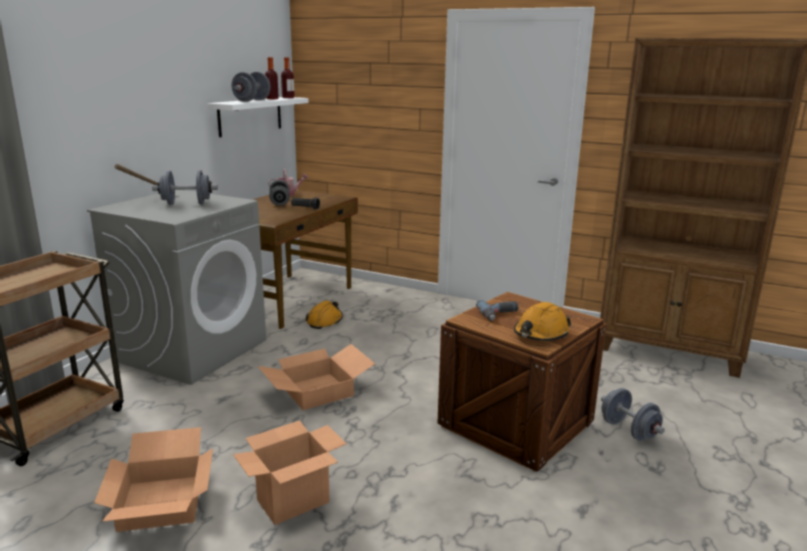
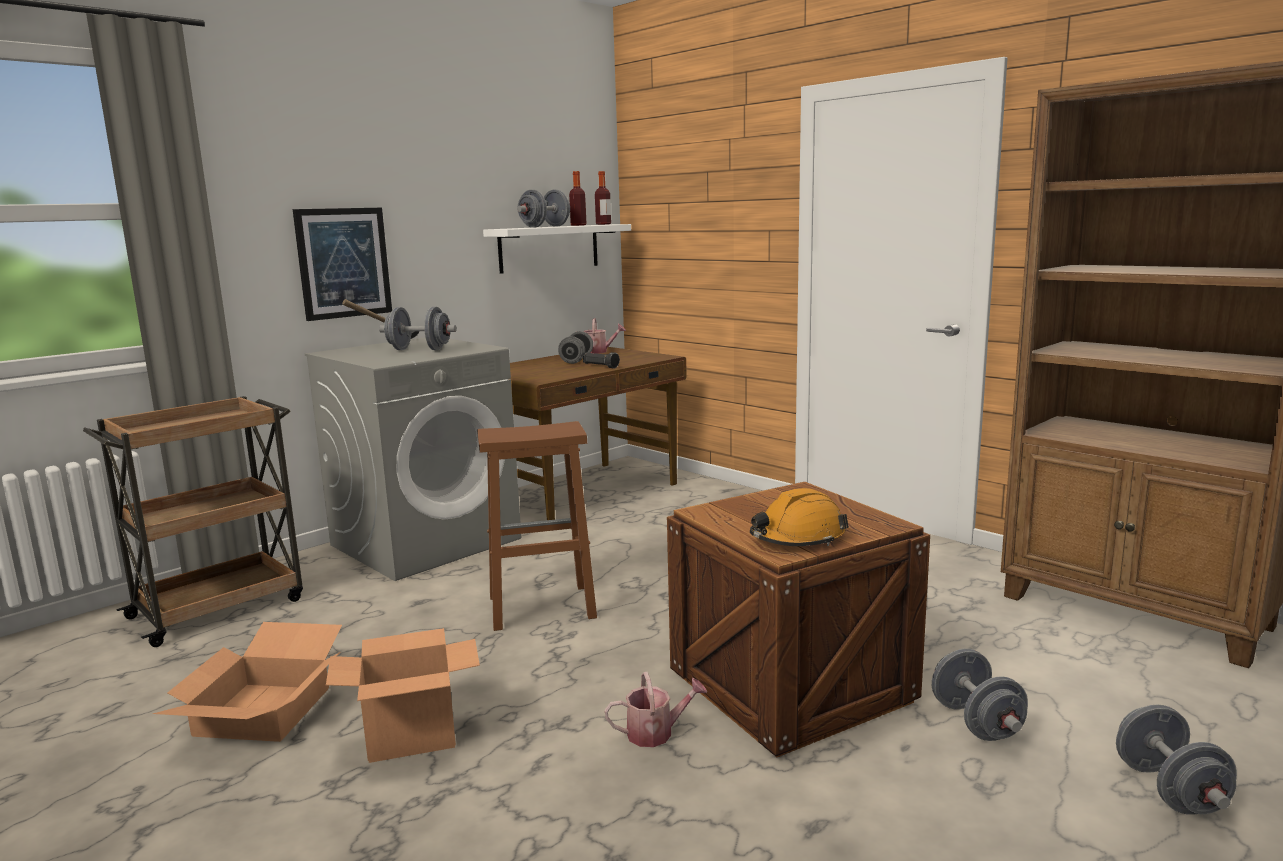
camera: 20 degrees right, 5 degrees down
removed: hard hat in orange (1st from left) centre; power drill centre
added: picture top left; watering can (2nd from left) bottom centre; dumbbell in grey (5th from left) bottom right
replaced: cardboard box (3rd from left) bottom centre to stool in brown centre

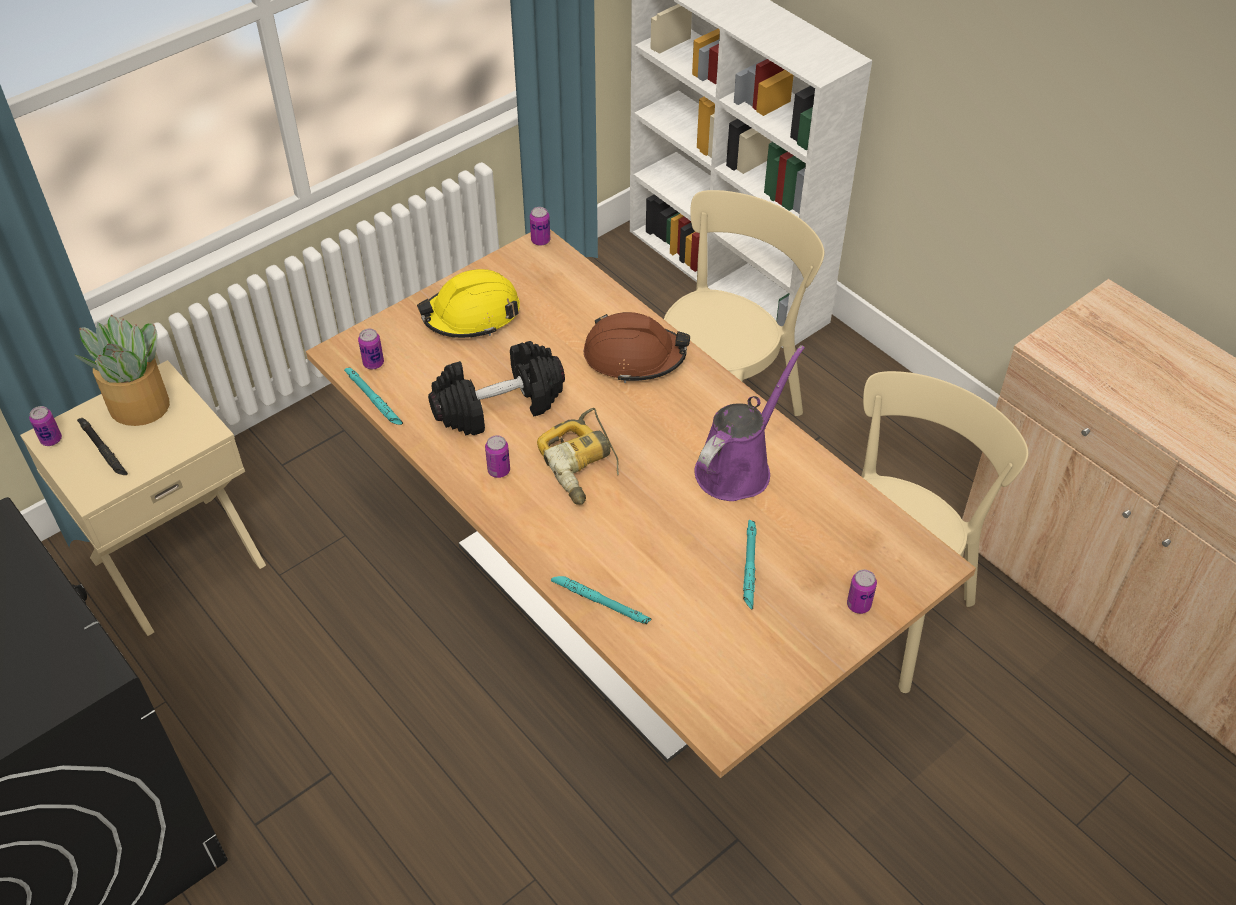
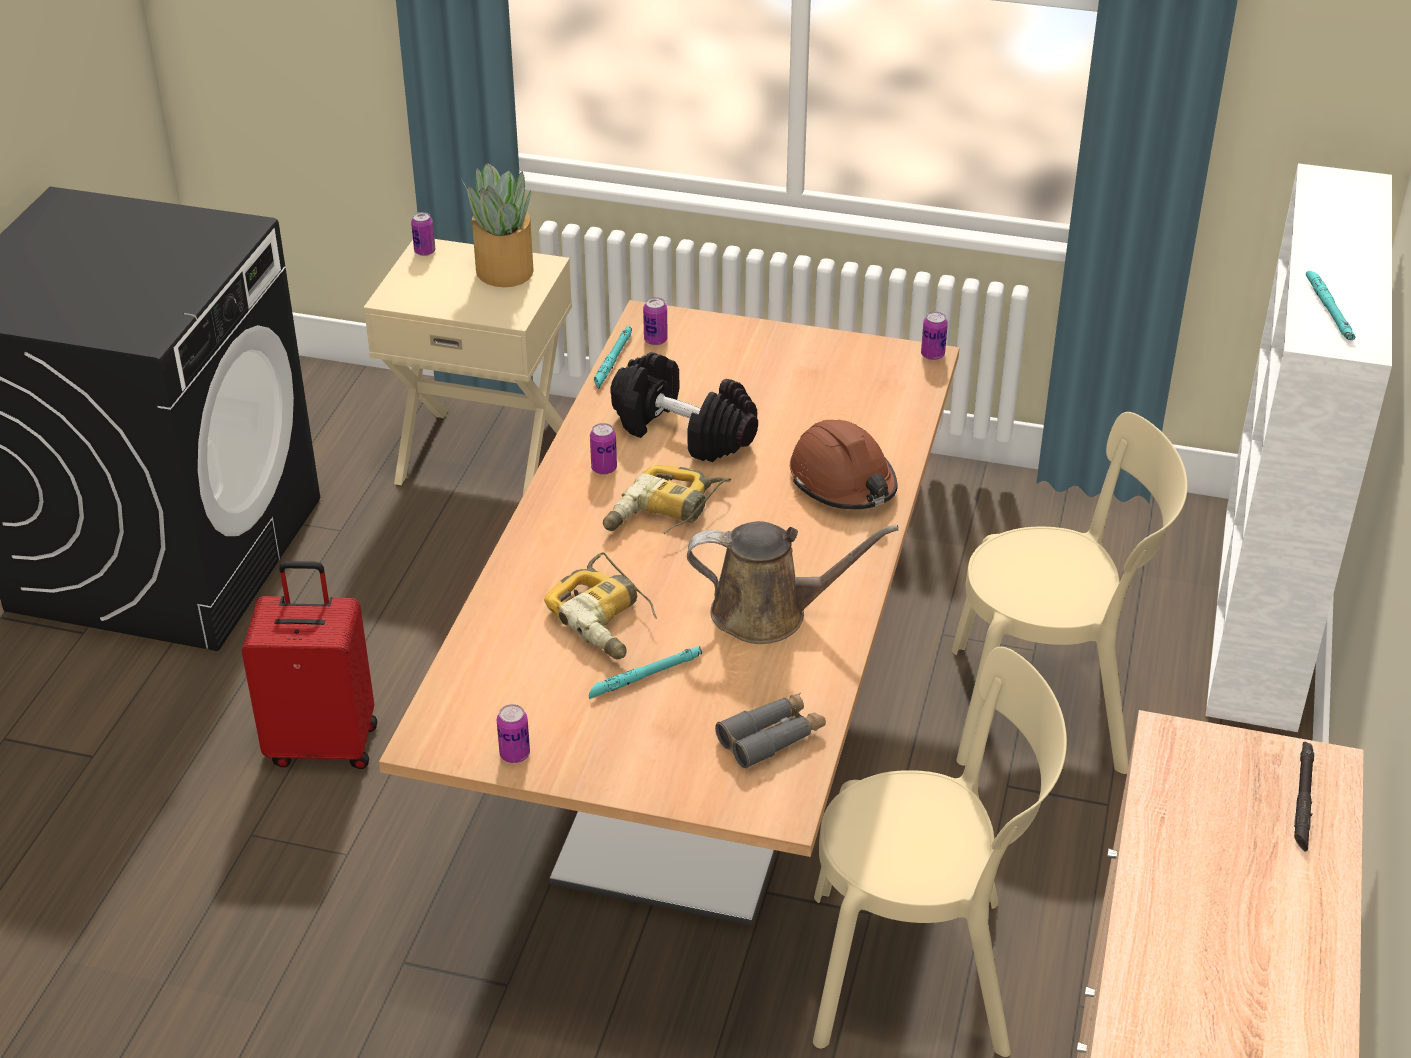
camera: 55 degrees right, 10 degrees down
removed: hard hat in yellow centre
added: suitcase in red middle left; power drill (1st from left) centre; binoculars in grey bottom centre
moved: can (5th from left in the first image) middle right to can (2nd from left) bottom centre; flashlight in black middle left to bottom right; flashlight in turquoise (2nd from left in the first image) centre to flashlight in turquoise (3rd from left) top right
recoloured: watering can in purple centre to watering can in brown centre

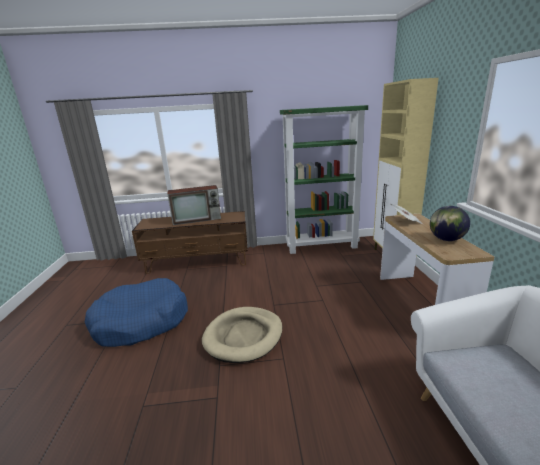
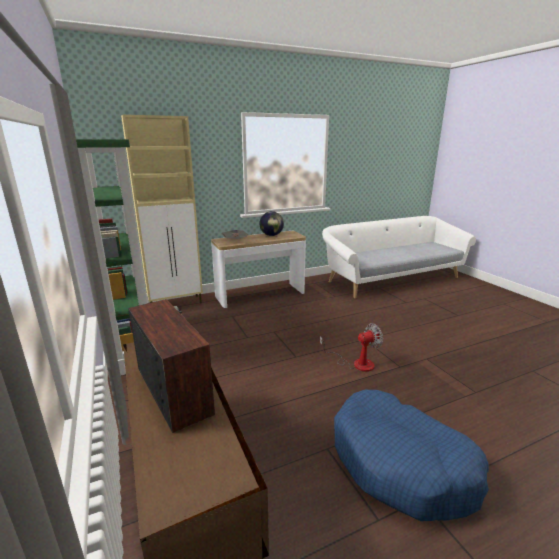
camera: 110 degrees left, 0 degrees up
replaced: dog bed in beige bottom centre to fan centre

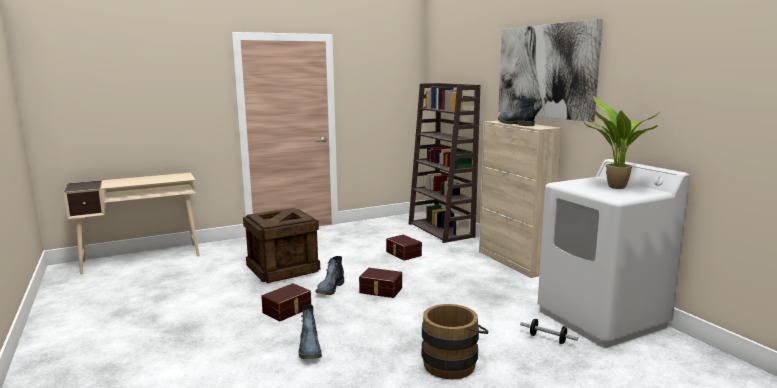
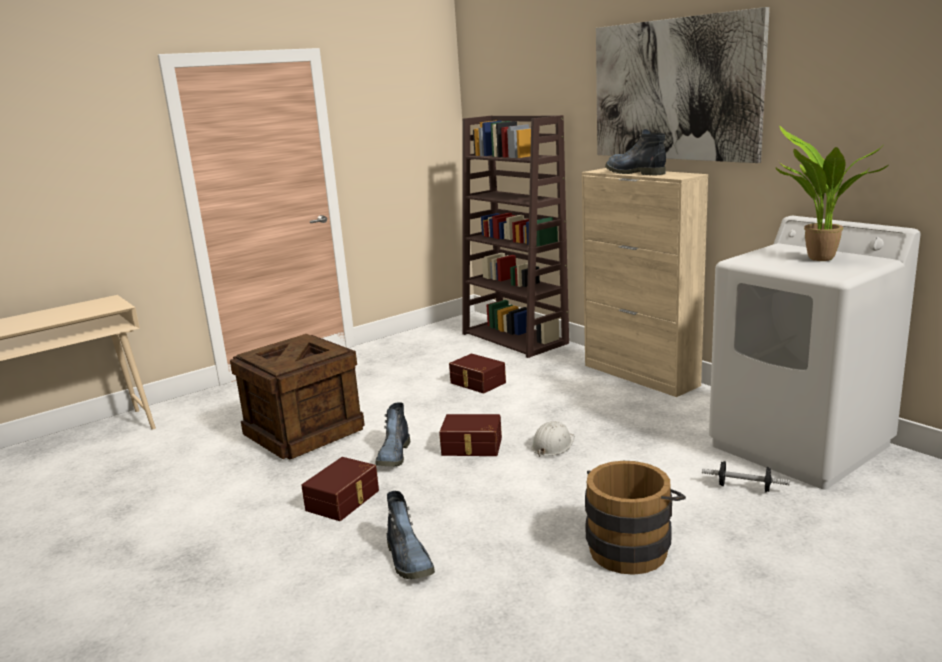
camera: 10 degrees left, 5 degrees up
added: hard hat in white centre

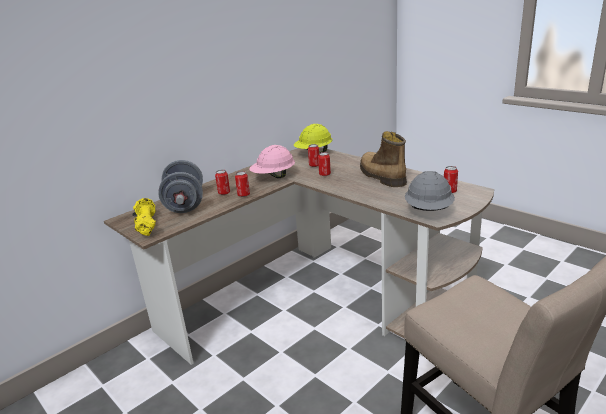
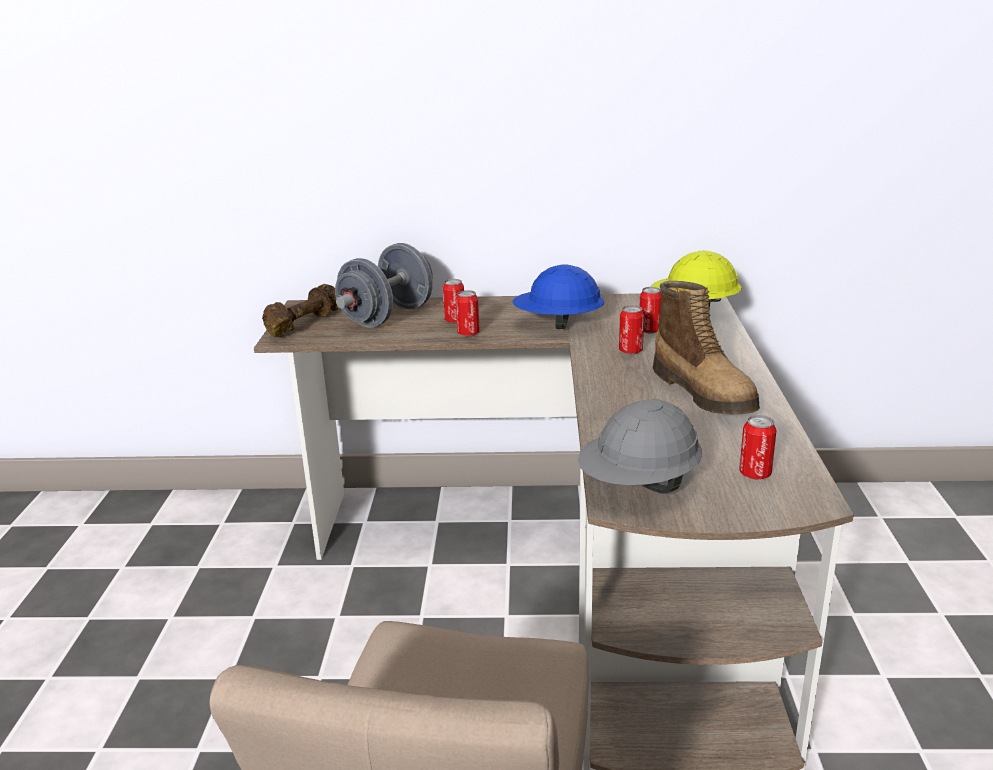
camera: 45 degrees right, 0 degrees up
recoloured: dumbbell in yellow middle left to dumbbell in brown middle left; hard hat in pink centre to hard hat in blue centre
turned: boot centre = middle right 135 degrees clockwise

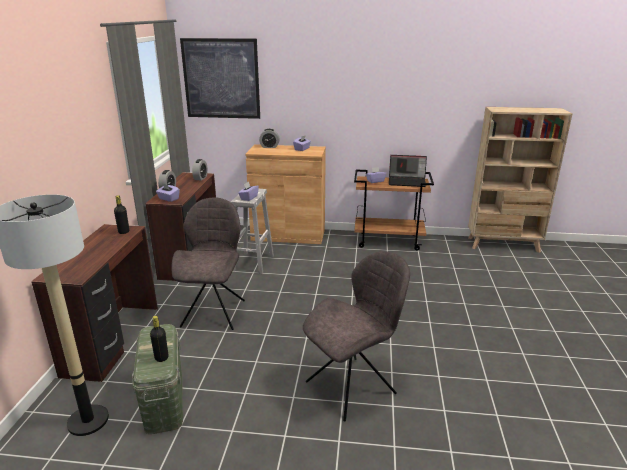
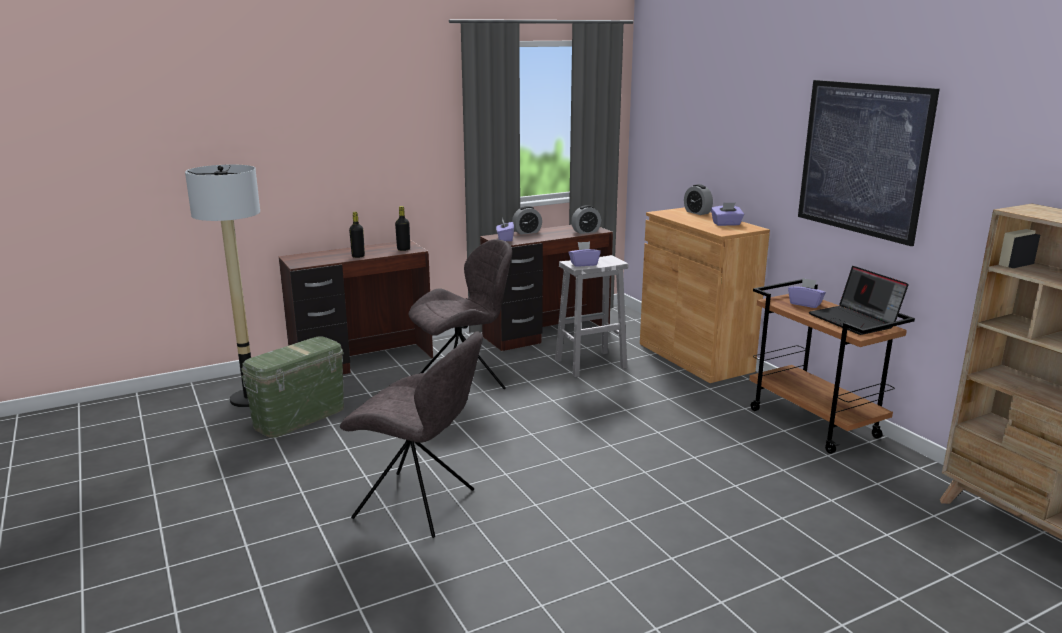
camera: 55 degrees right, 5 degrees down
moved: bottle in black (2nd from left in the first image) bottom left to bottle in black (1st from left) centre; picture top centre to top right

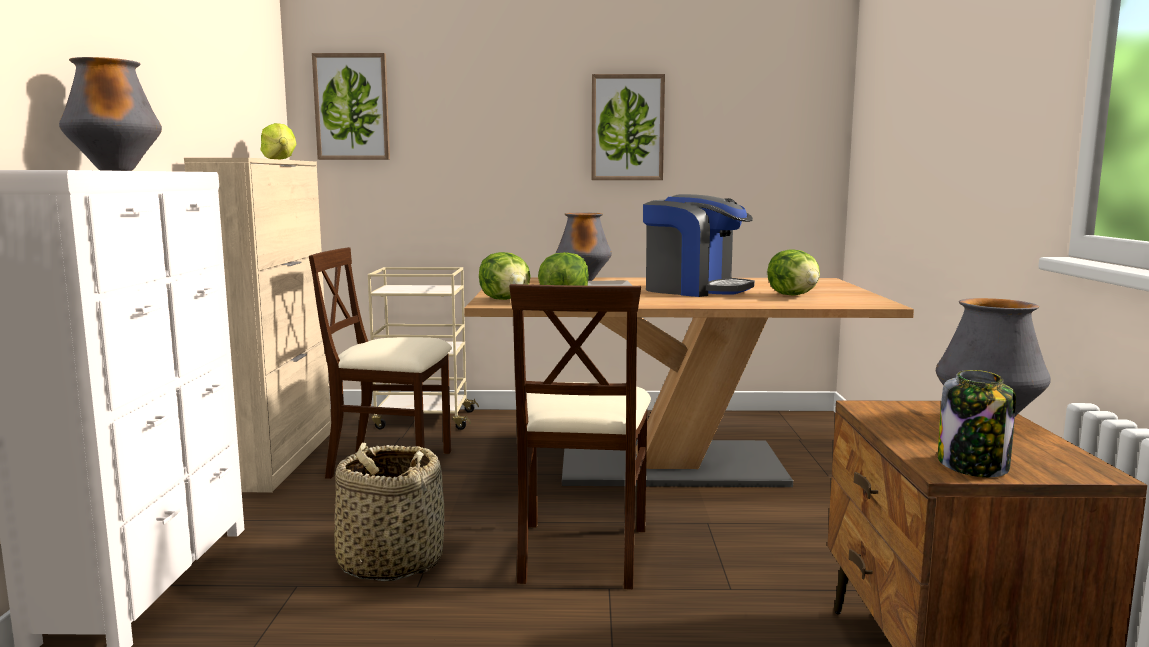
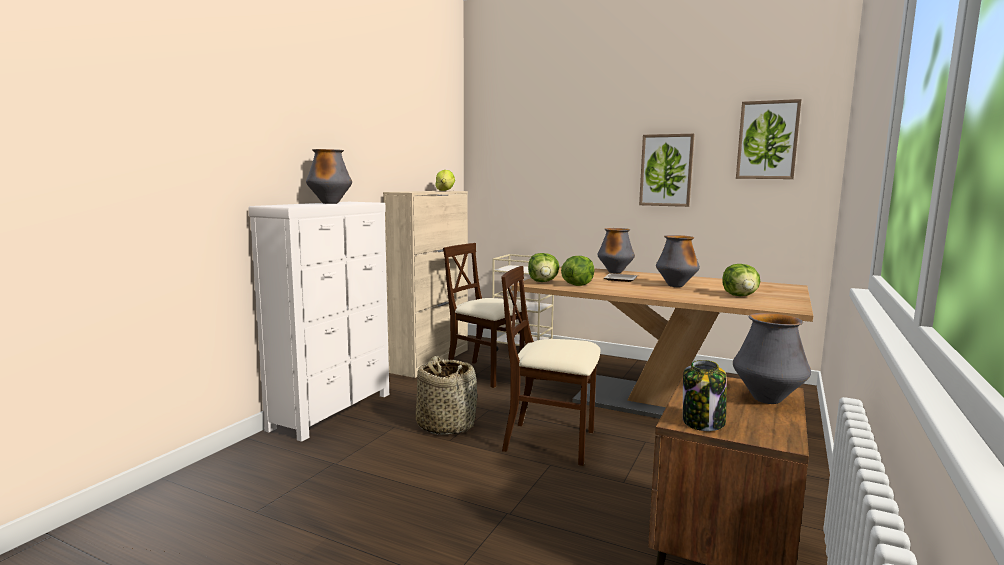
camera: 25 degrees right, 0 degrees up
moved: picture (1st from left in the first image) top left to picture (2nd from left) top right
replaced: coffee machine centre to vase (3rd from left) middle right
turned: chair in beige (2nd from left) bottom centre = centre 75 degrees clockwise

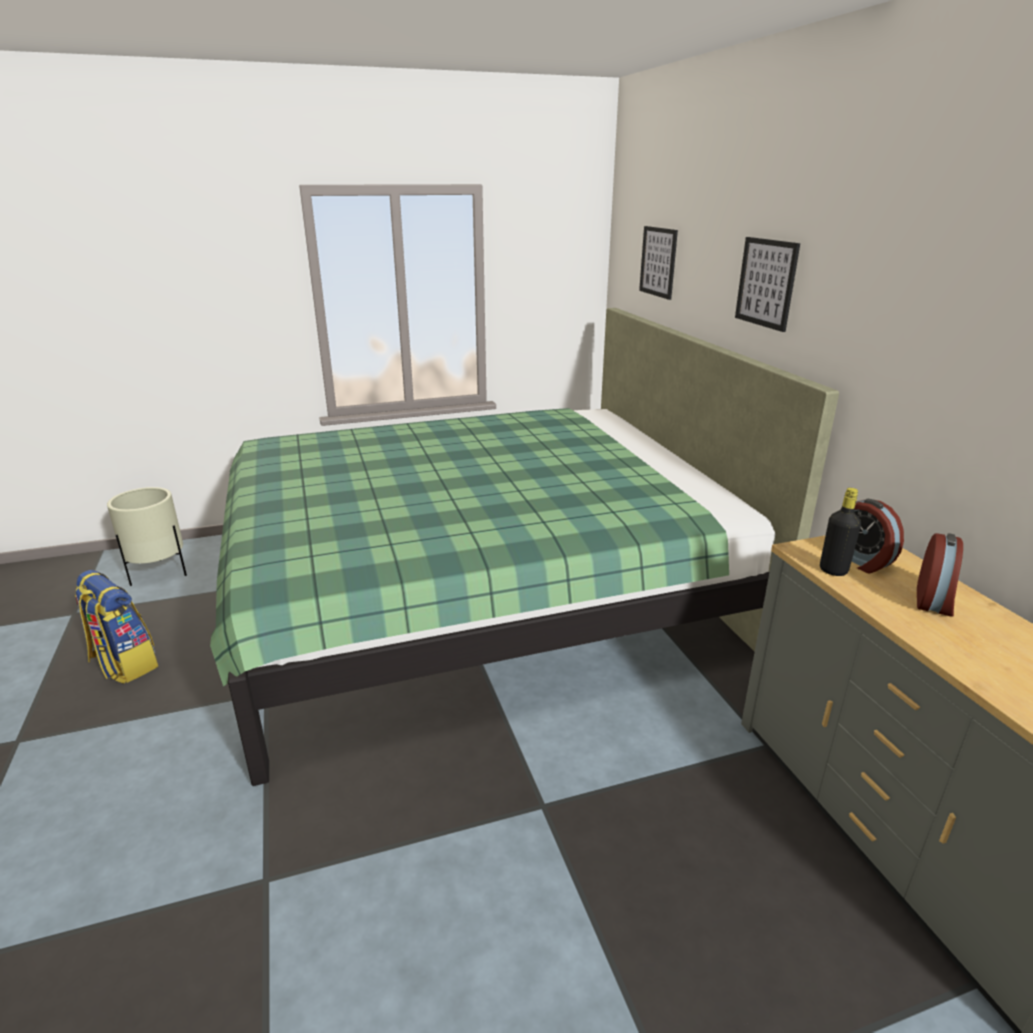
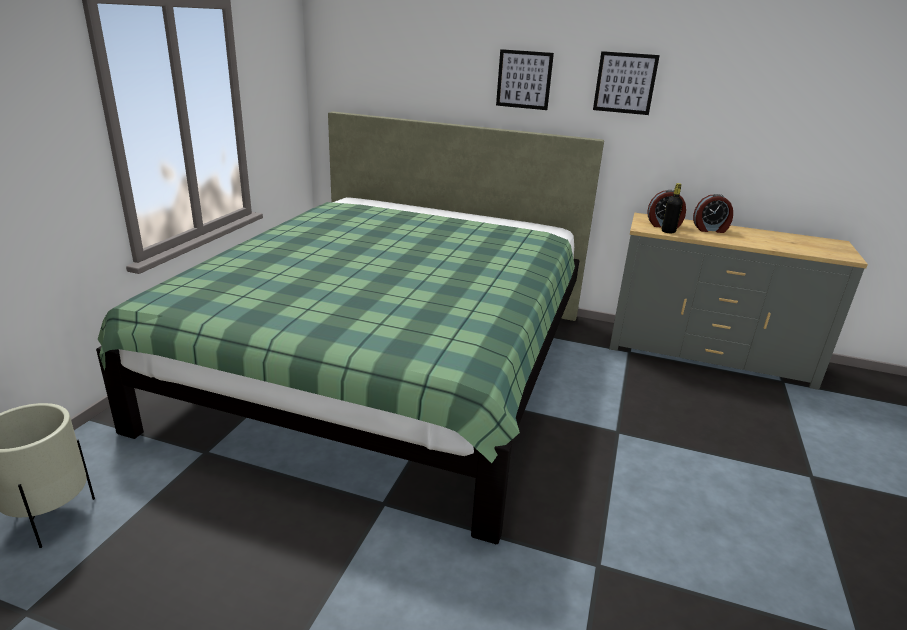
camera: 55 degrees left, 0 degrees up
removed: backpack middle left
moved: picture (1st from left in the first image) top centre to picture (2nd from left) top right
turned: alarm clock (2nd from left) middle right = middle right 120 degrees clockwise

